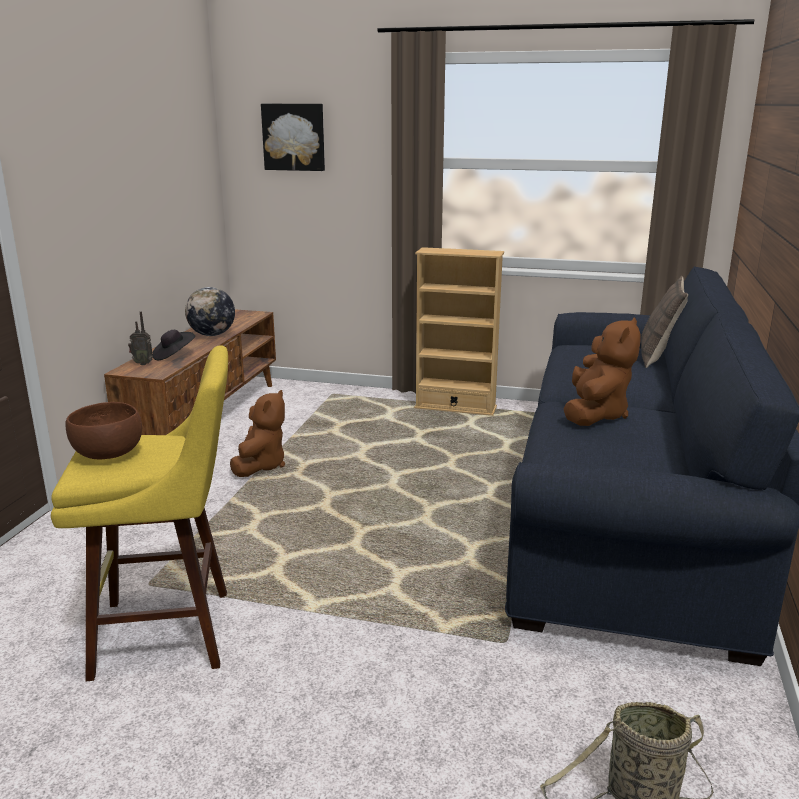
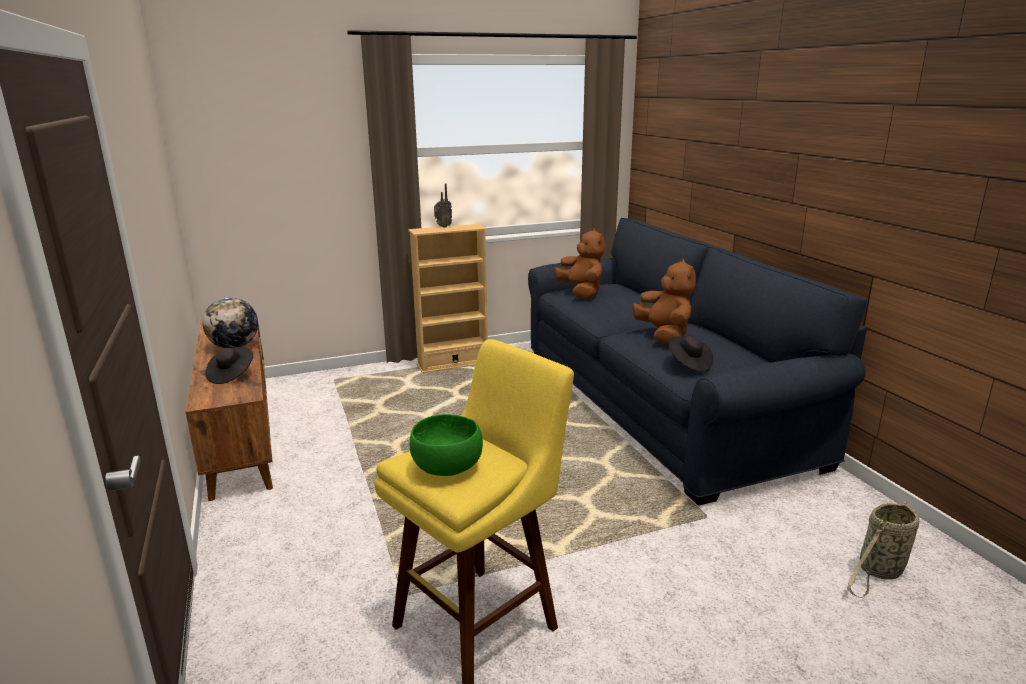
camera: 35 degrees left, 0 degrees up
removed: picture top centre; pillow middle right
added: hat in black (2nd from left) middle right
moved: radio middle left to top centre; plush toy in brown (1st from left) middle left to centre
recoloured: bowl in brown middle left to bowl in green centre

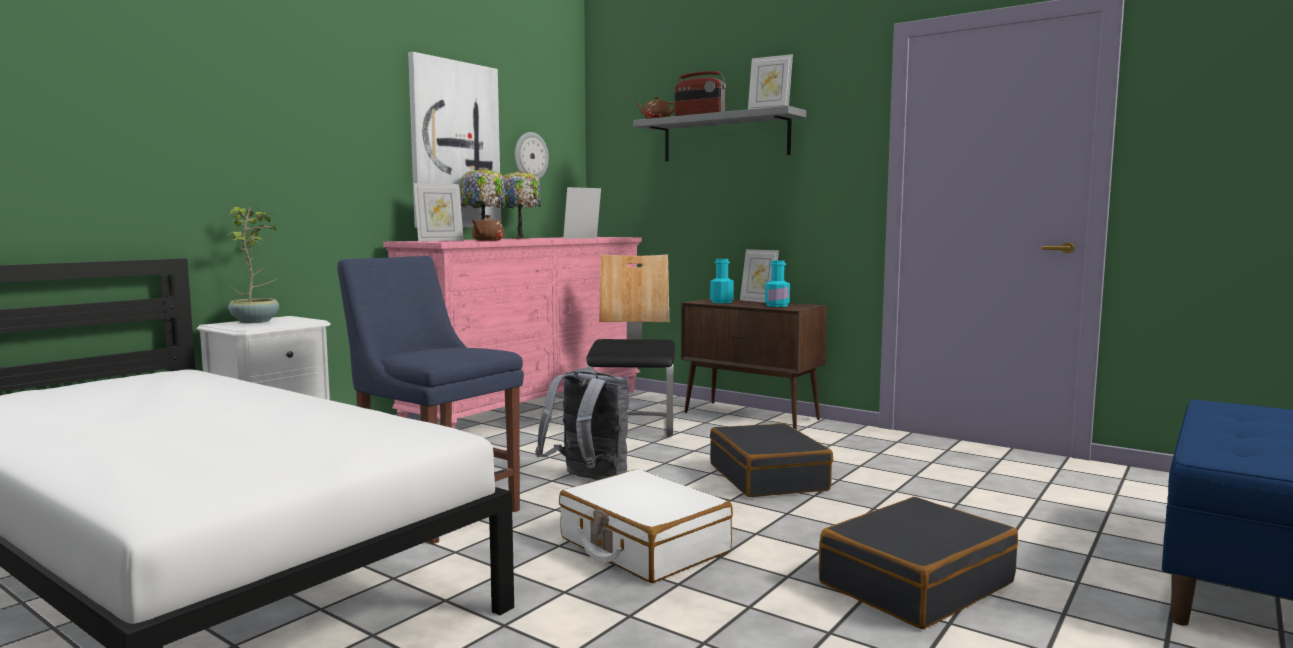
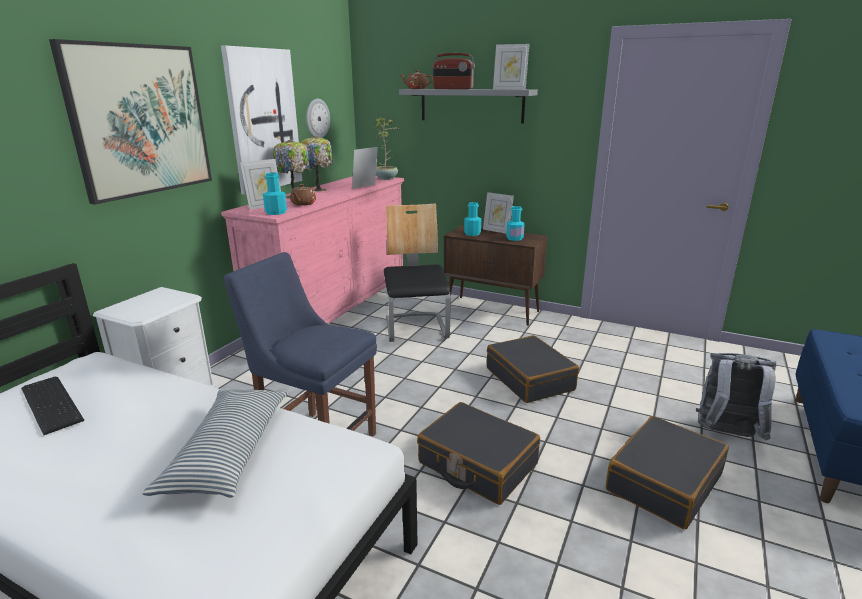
camera: 10 degrees left, 15 degrees up
added: keyboard bottom left; picture (1st from left) top left; pillow bottom left; bottle in turquoise (1st from left) top left
moved: potted plant middle left to top centre; backpack in grey centre to middle right
recoloured: suitcase in white bottom centre to suitcase in black (1st from left) bottom centre

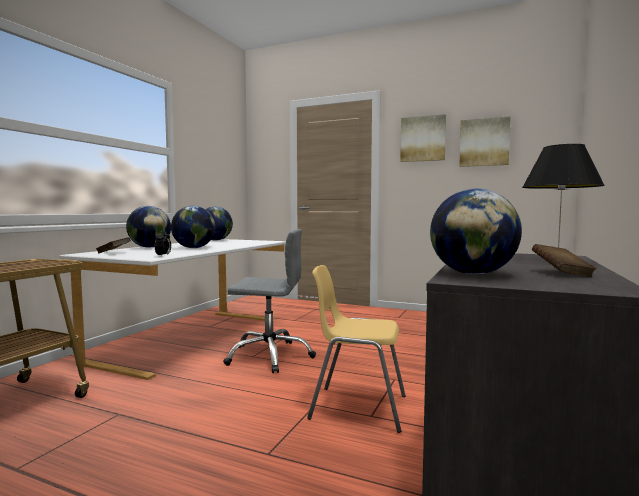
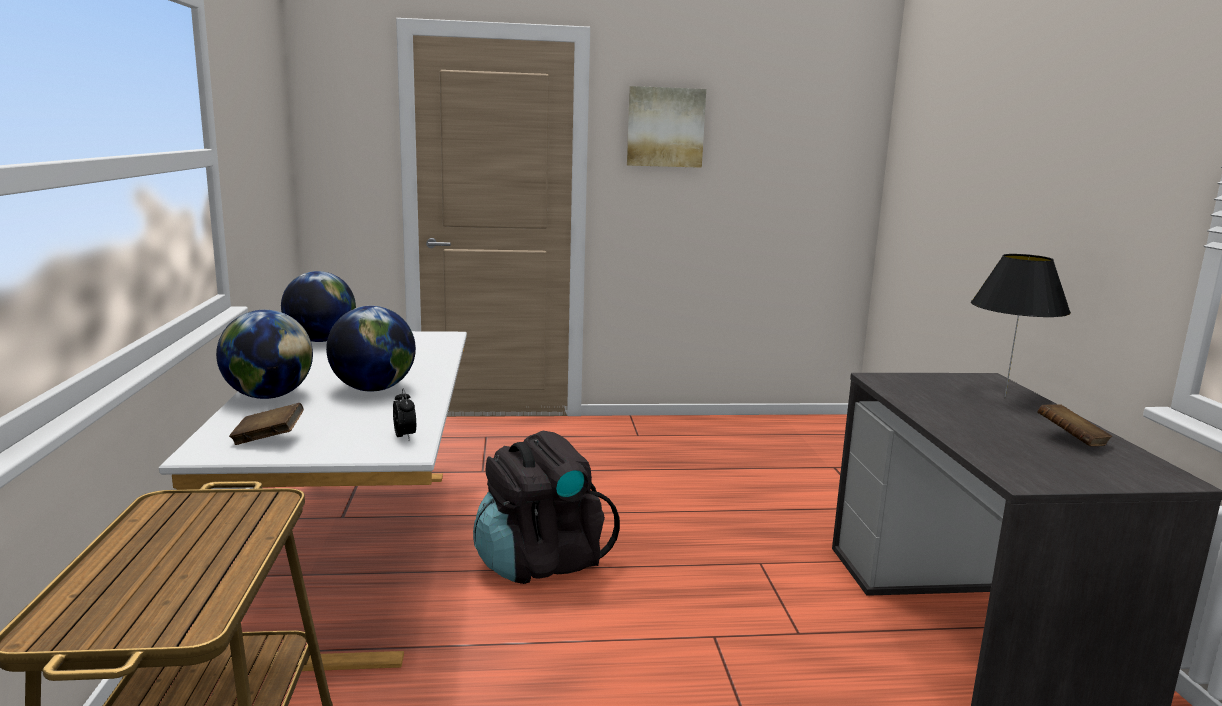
camera: 30 degrees left, 10 degrees up
removed: chair in yellow bottom centre; globe (4th from left) middle right; picture (2nd from left) top right
replaced: office chair in grey centre to backpack in black bottom centre

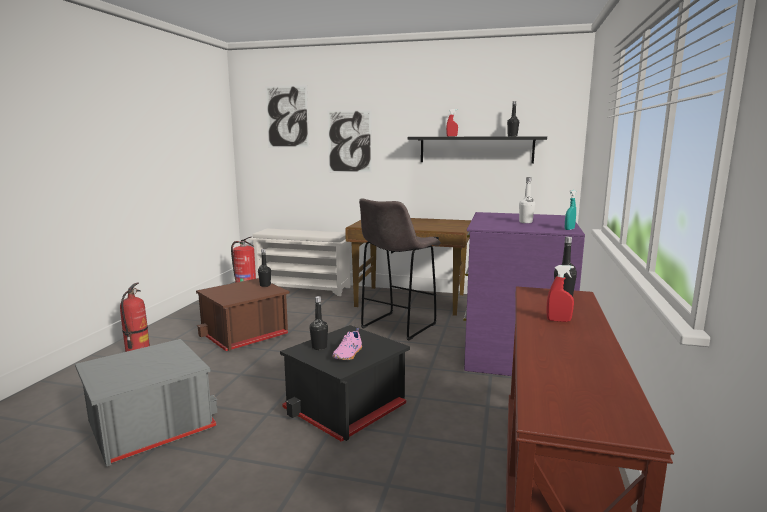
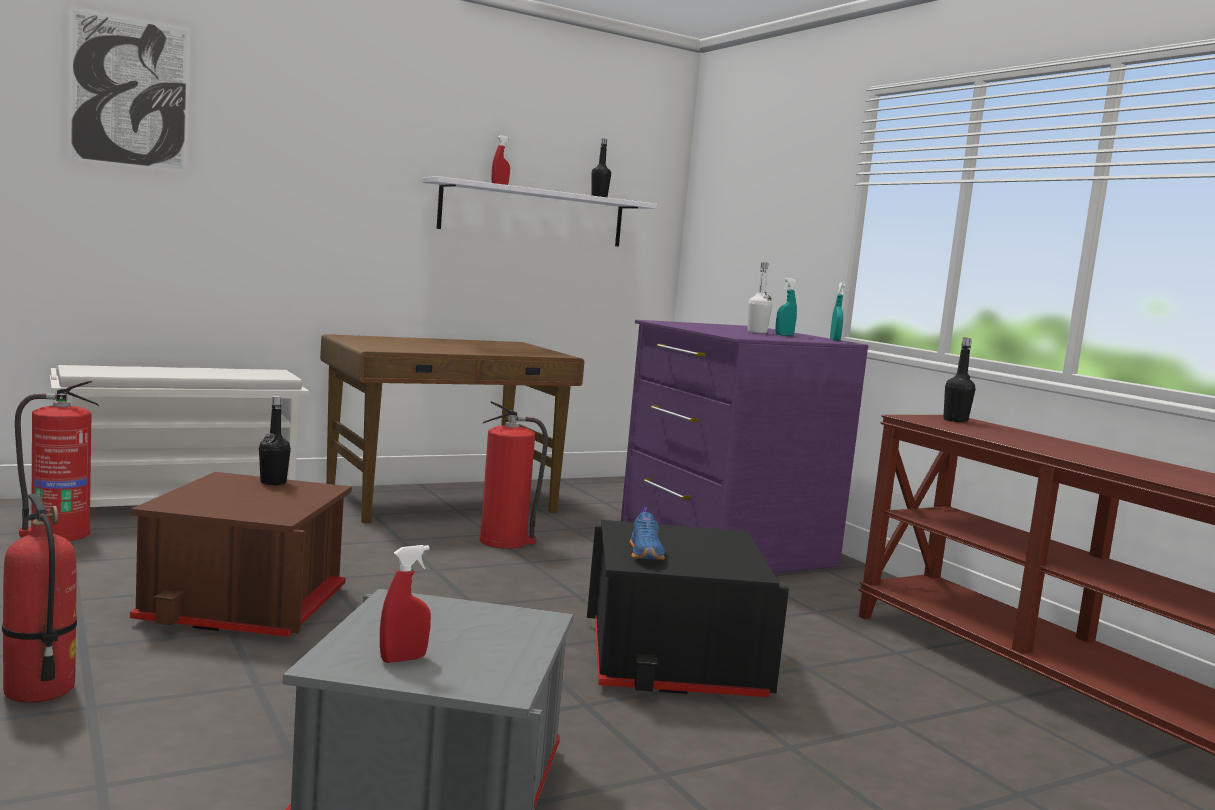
camera: 45 degrees left, 5 degrees down
removed: picture (2nd from left) top centre; shoe in pink bottom centre
added: spray bottle in turquoise (1st from left) centre
moved: spray bottle in red (2nd from left in the first image) middle right to spray bottle in red (1st from left) bottom centre
replaced: stool in grey centre to fire extinguisher (3rd from left) centre; bottle in black (2nd from left) centre to shoe in blue centre
recoloured: shelf in black top centre to shelf in white top centre

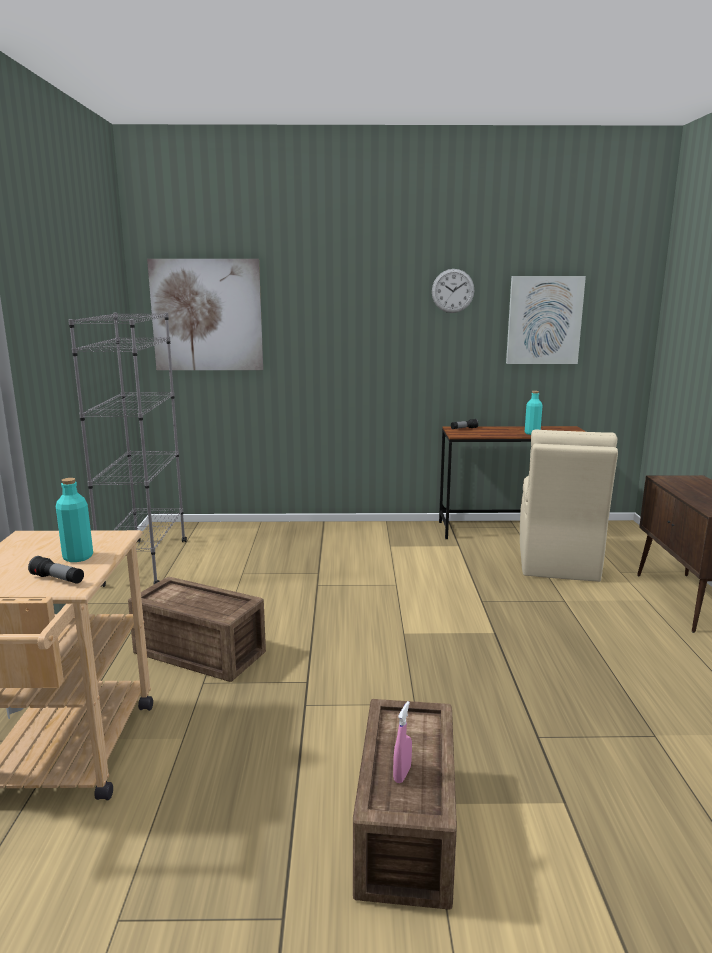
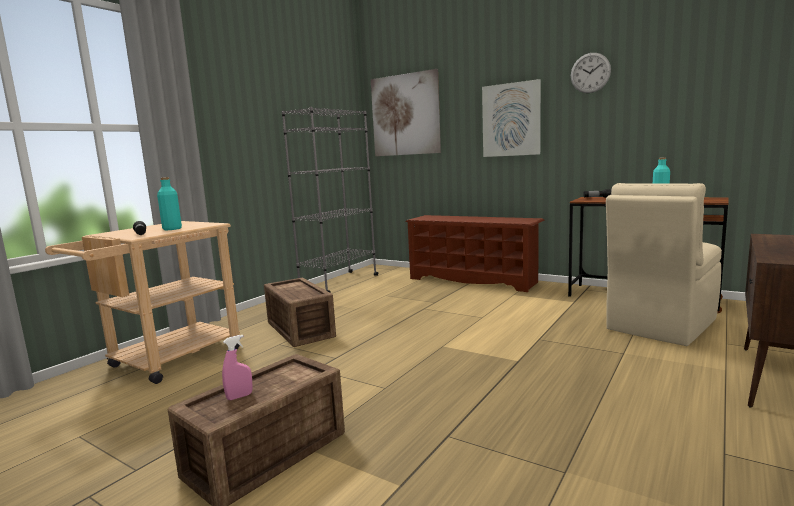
camera: 35 degrees right, 5 degrees down
added: shoe rack in brown centre
moved: picture (2nd from left) middle right to top centre

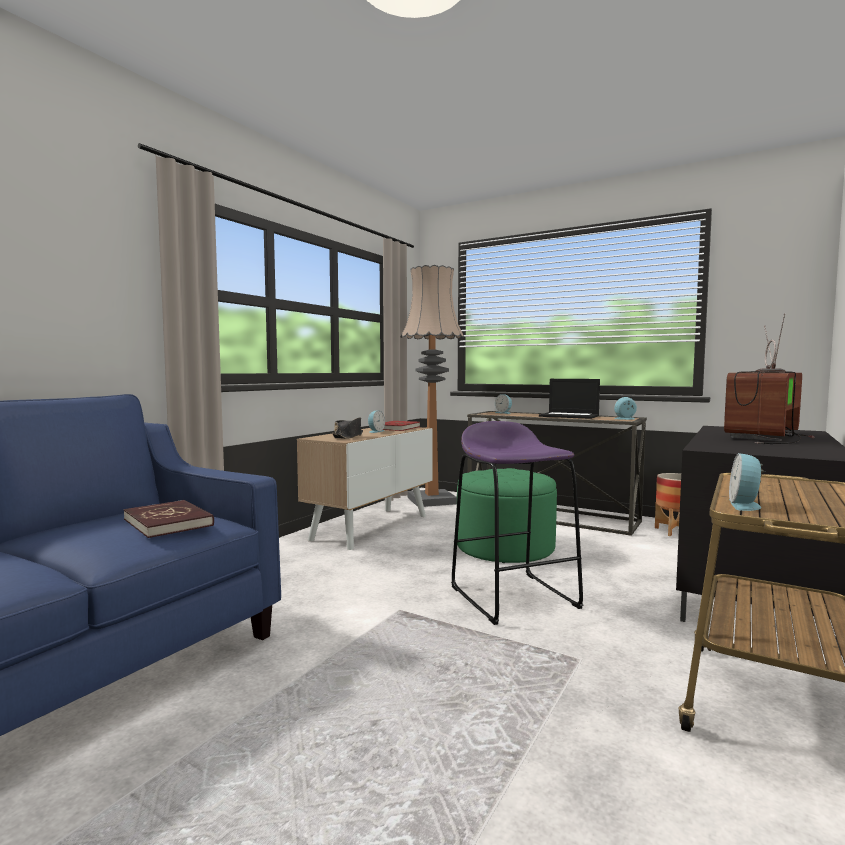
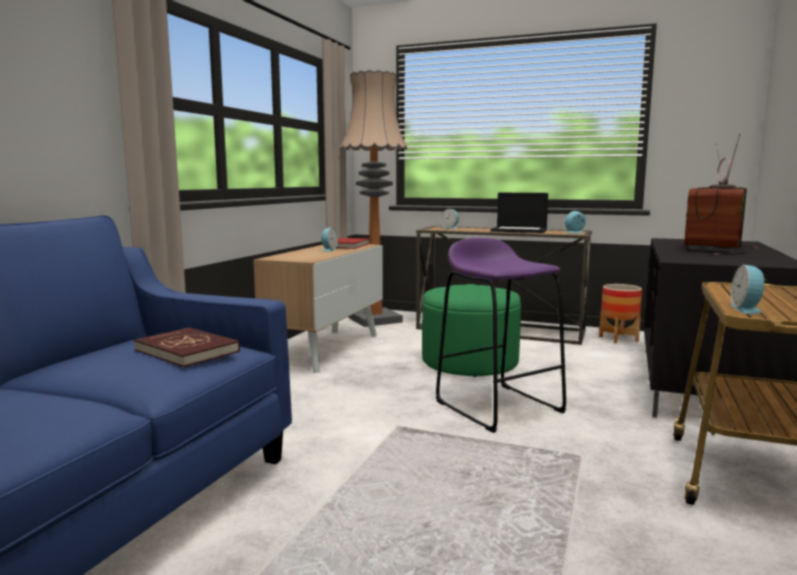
camera: 10 degrees left, 5 degrees up
removed: hat in black centre

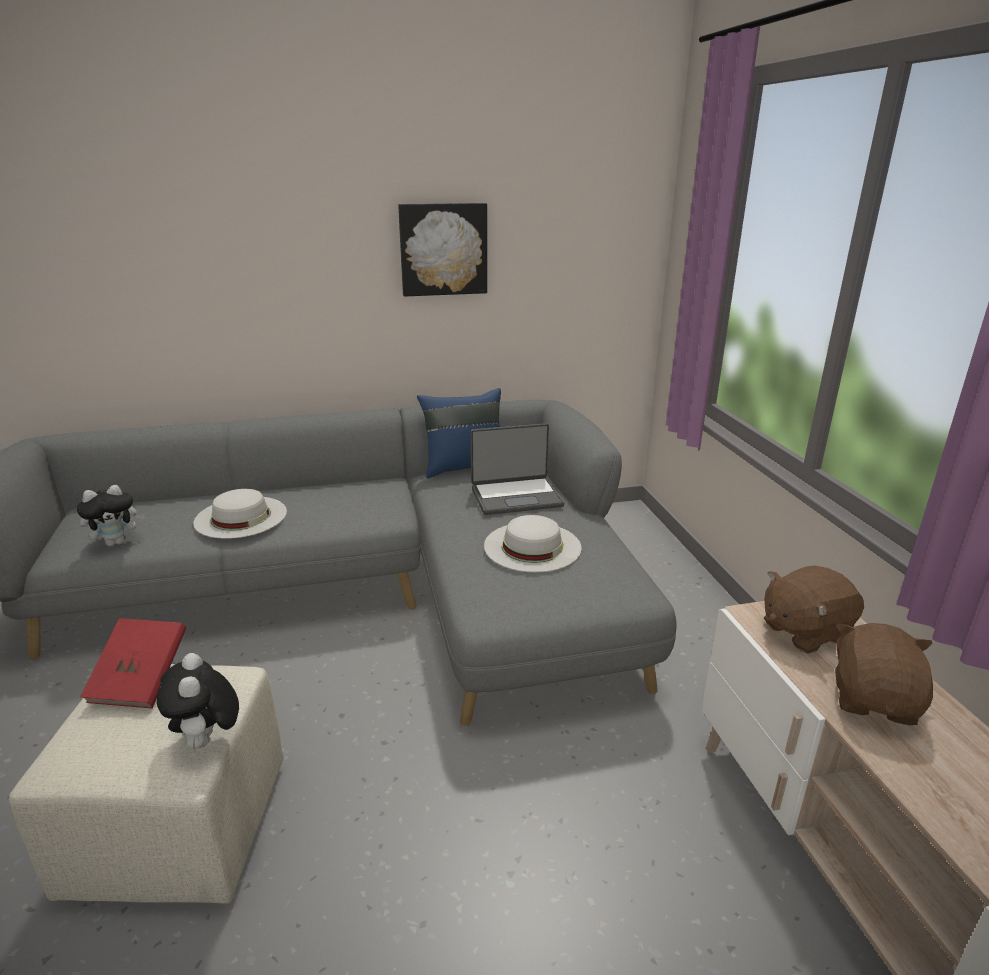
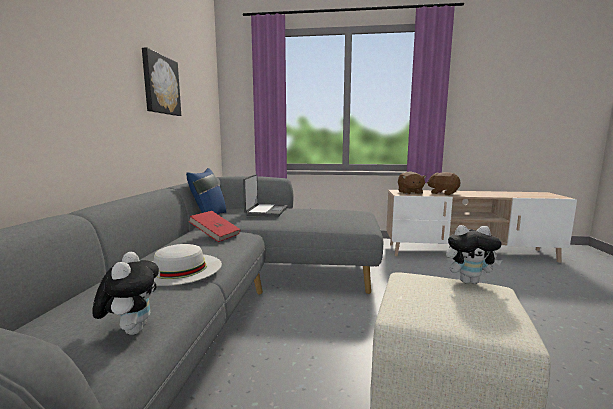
camera: 70 degrees left, 15 degrees down
removed: hat in white (2nd from left) centre
moved: book in red bottom left to centre

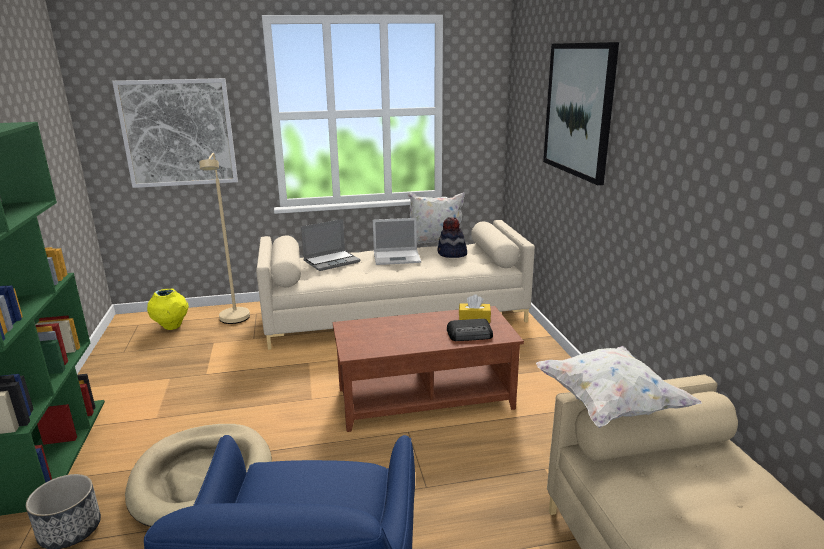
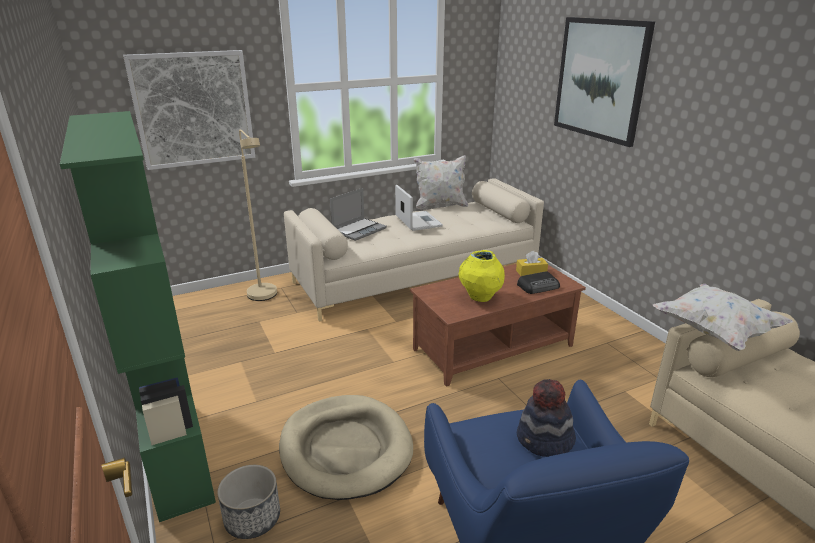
camera: 15 degrees left, 5 degrees up
moved: vase in yellow middle left to centre; hat centre to bottom right
turned: laptop (2nd from left) centre = centre 90 degrees counterclockwise

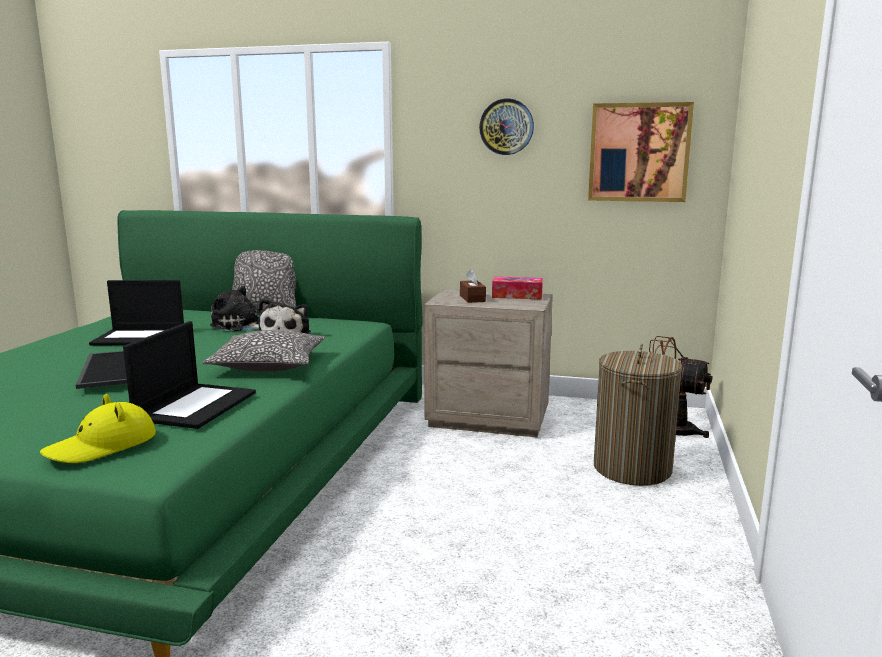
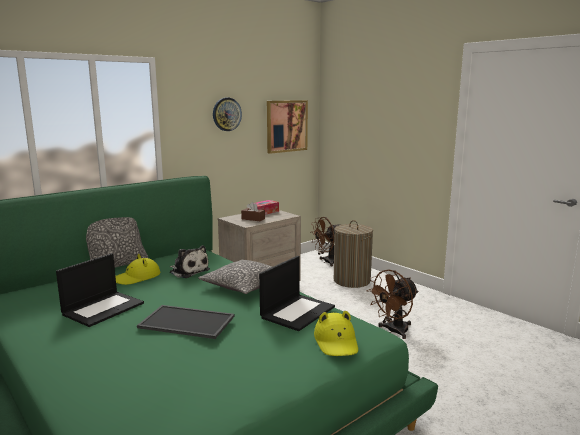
camera: 55 degrees left, 0 degrees up
added: fan in brown (2nd from left) bottom right
replaced: plush toy (1st from left) middle left to hat in yellow (1st from left) middle left
turned: laptop (2nd from left) middle left = bottom centre 75 degrees clockwise

